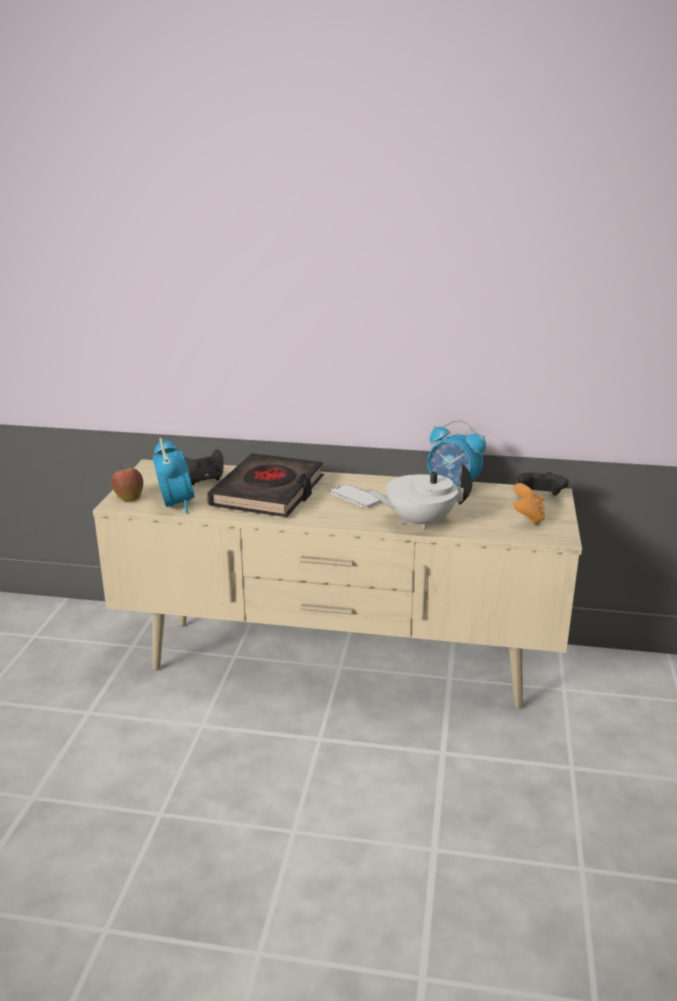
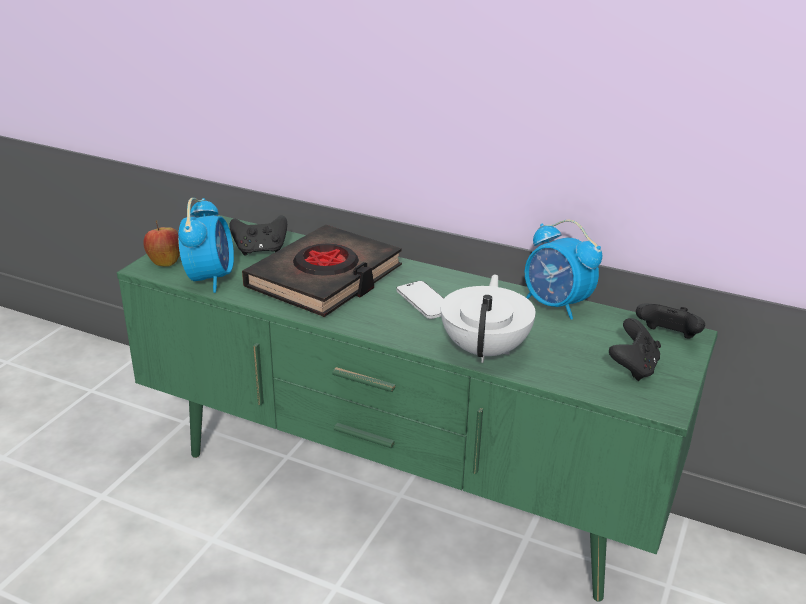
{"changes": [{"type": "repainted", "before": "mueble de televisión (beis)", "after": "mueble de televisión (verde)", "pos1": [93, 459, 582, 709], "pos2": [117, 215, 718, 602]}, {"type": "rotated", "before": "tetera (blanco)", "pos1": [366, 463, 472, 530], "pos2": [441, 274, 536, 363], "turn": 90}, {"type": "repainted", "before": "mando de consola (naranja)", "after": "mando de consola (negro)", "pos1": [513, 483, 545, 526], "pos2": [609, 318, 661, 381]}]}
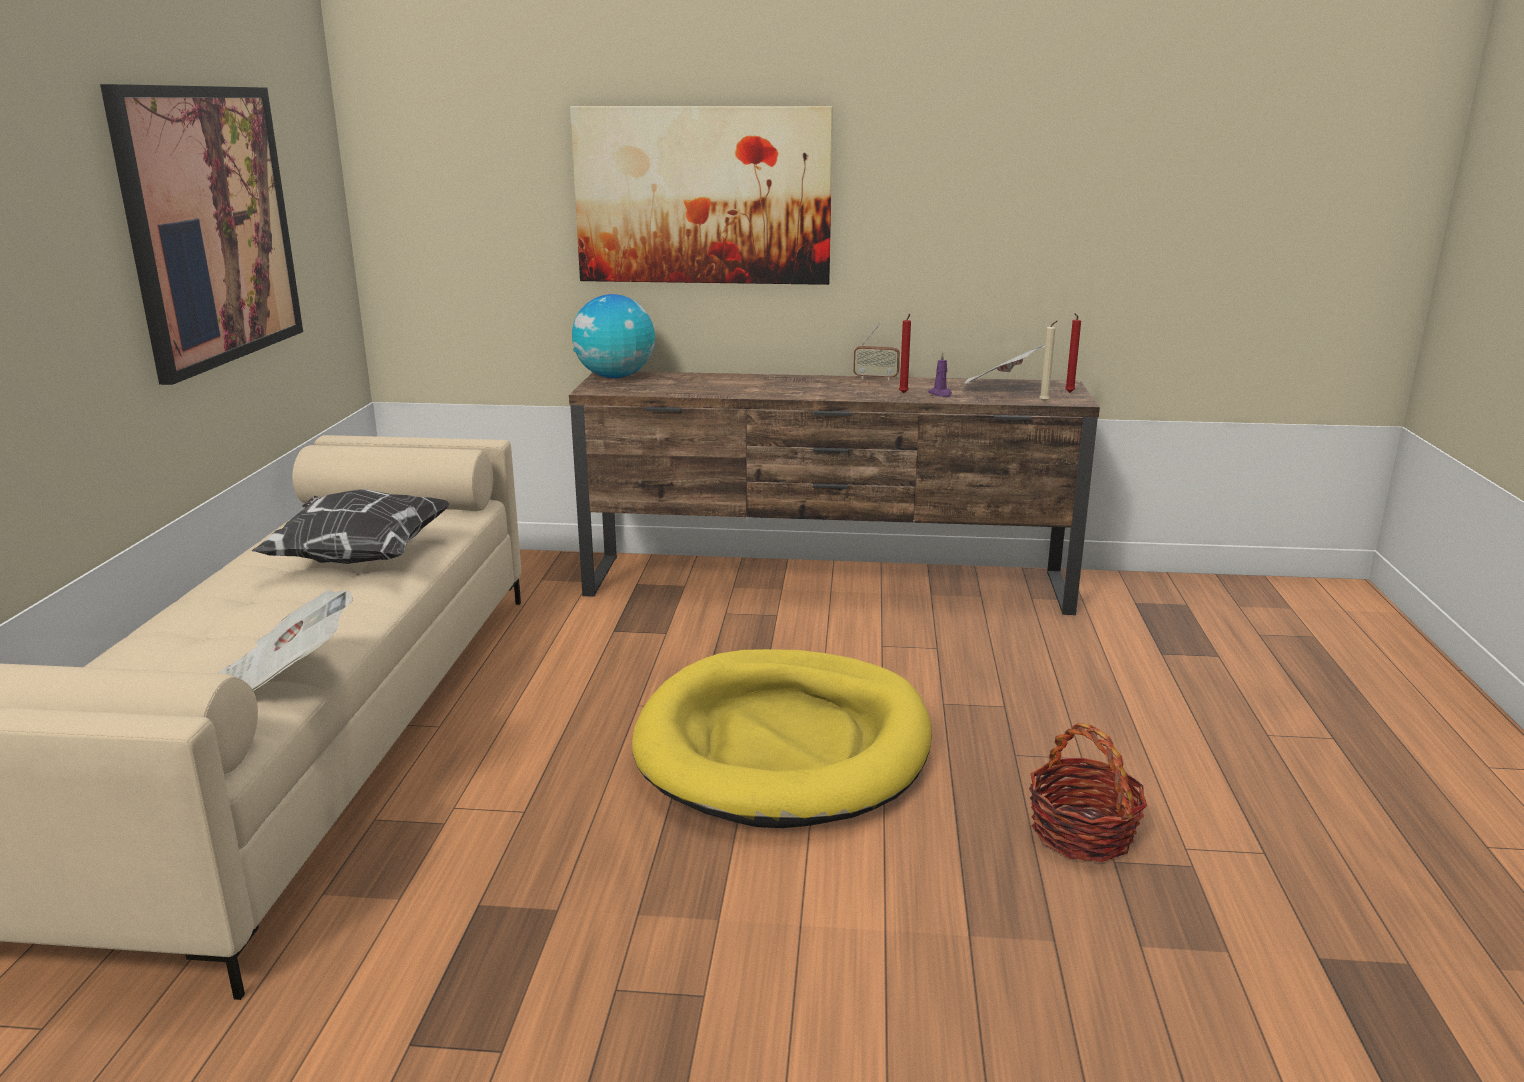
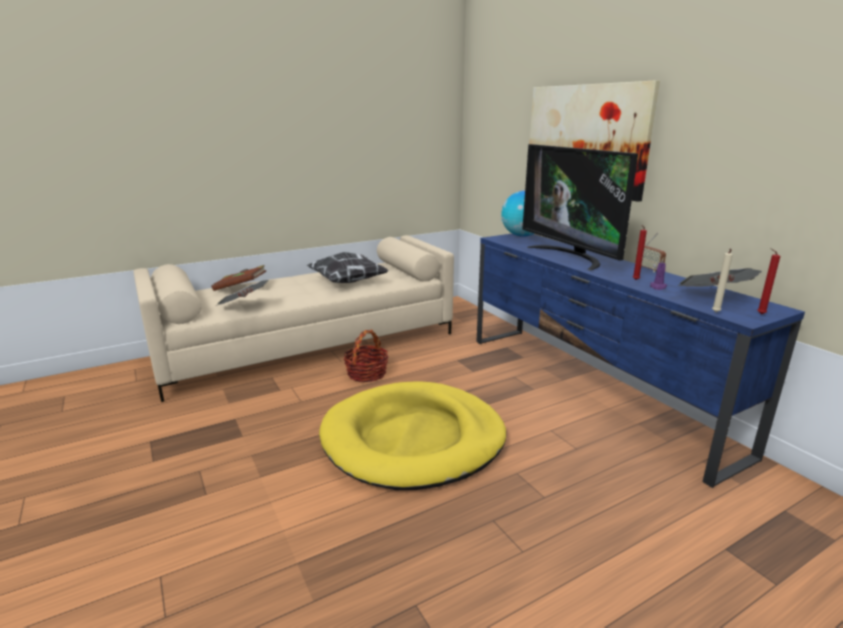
{"changes": [{"type": "gone", "before": "cuadro", "pos1": [100, 84, 303, 385]}, {"type": "repainted", "before": "mueble de televisión (marrón)", "after": "mueble de televisión (azul)", "pos1": [569, 371, 1100, 615], "pos2": [476, 234, 805, 488]}, {"type": "shifted", "before": "cesta", "pos1": [1029, 723, 1147, 862], "pos2": [344, 329, 388, 382]}, {"type": "new", "after": "libro (marrón)", "pos2": [211, 265, 267, 291]}, {"type": "new", "after": "televisor", "pos2": [522, 144, 638, 271]}]}
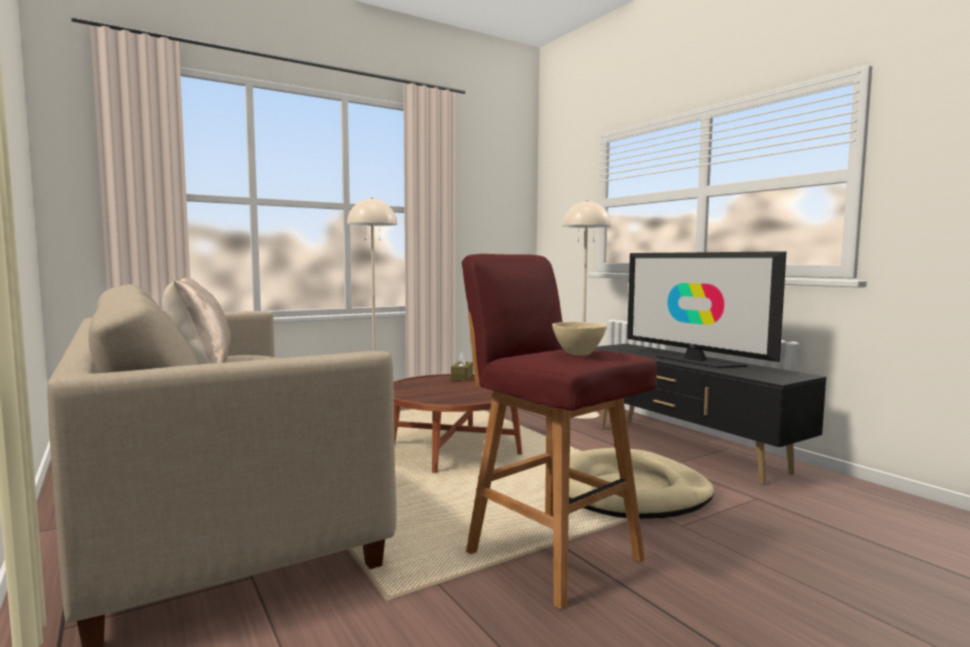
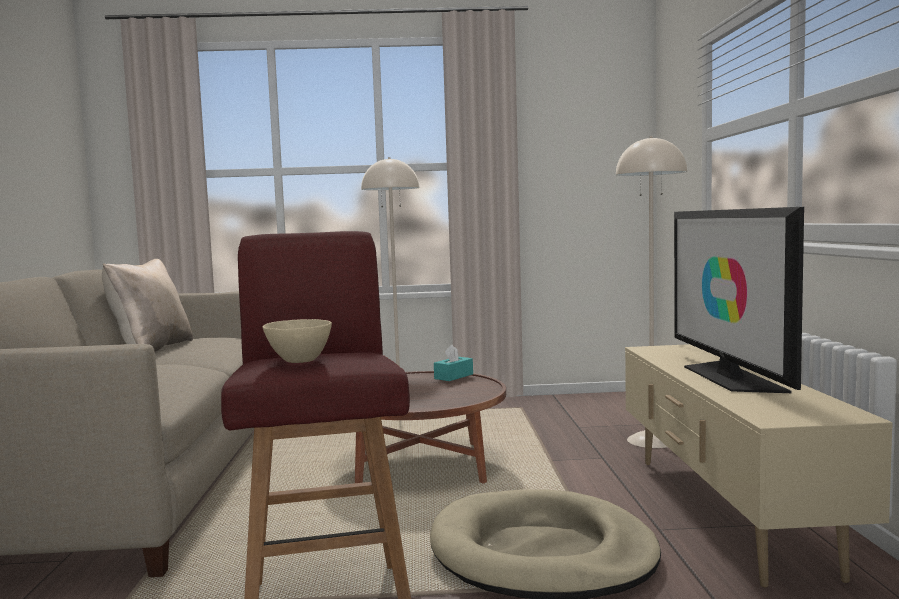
{"changes": [{"type": "repainted", "before": "caja de pañuelos (marrón)", "after": "caja de pañuelos (turquesa)", "pos1": [451, 352, 473, 381], "pos2": [434, 345, 473, 381]}, {"type": "repainted", "before": "mueble de televisión (negro)", "after": "mueble de televisión (beis)", "pos1": [594, 344, 826, 485], "pos2": [625, 344, 892, 587]}]}
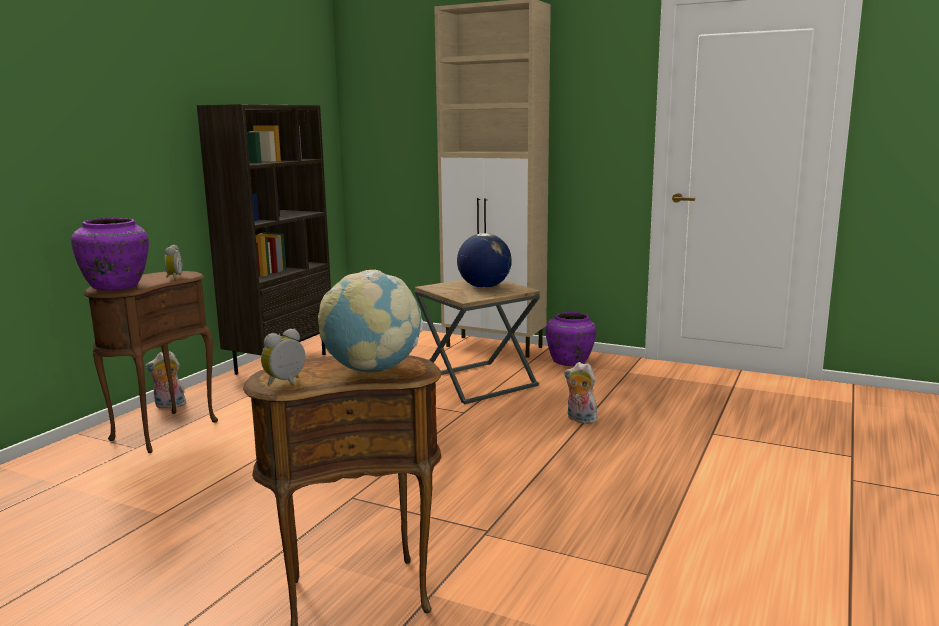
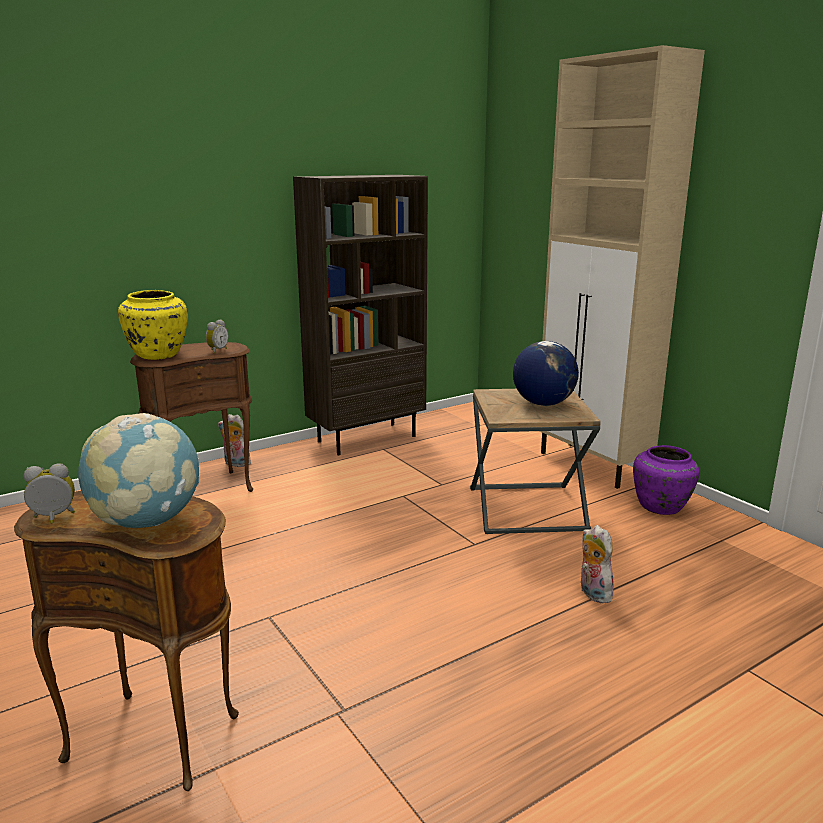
{"changes": [{"type": "repainted", "before": "florero (morado)", "after": "florero (amarillo)", "pos1": [71, 218, 149, 291], "pos2": [118, 290, 188, 360]}]}
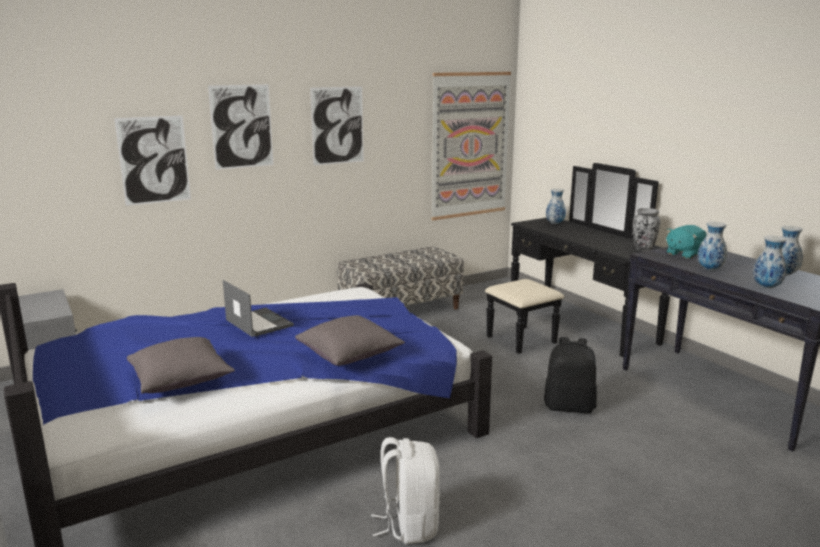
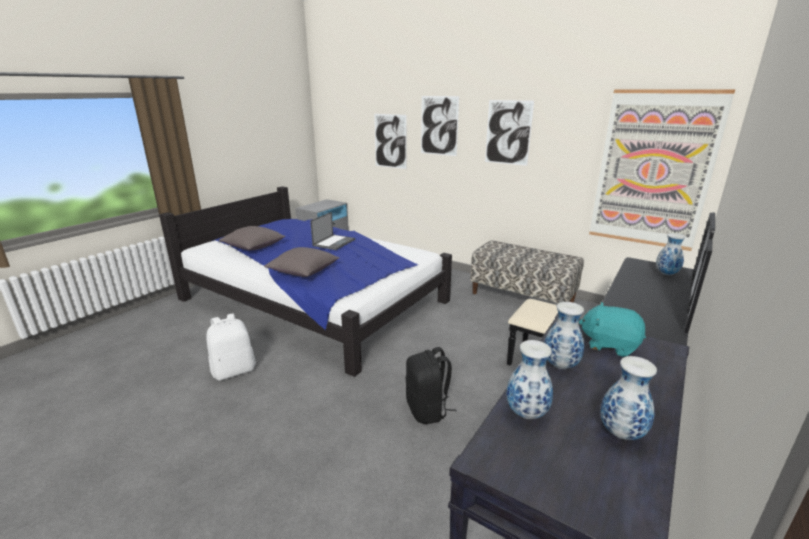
{"changes": [{"type": "gone", "before": "florero", "pos1": [633, 208, 660, 251]}]}
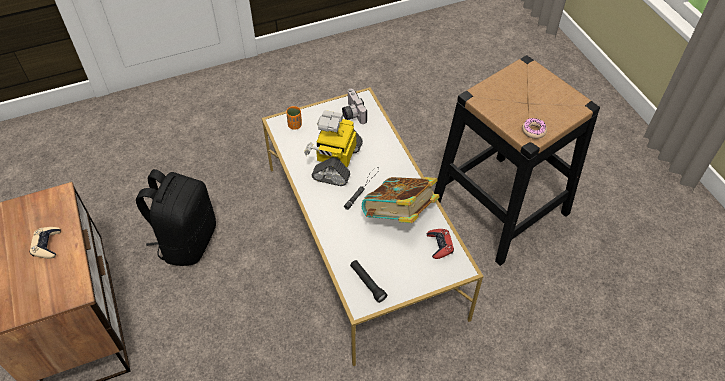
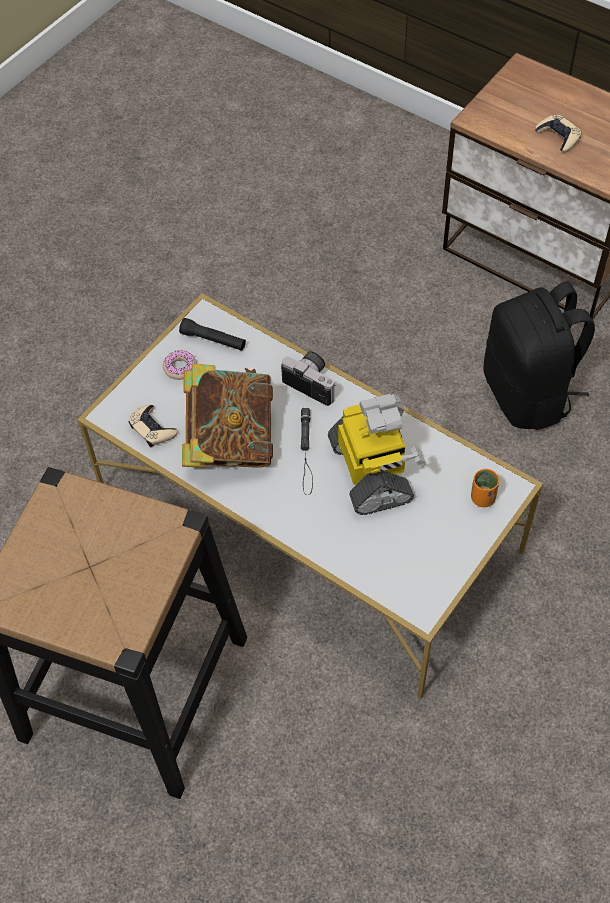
{"changes": [{"type": "shifted", "before": "cámara", "pos1": [342, 89, 367, 124], "pos2": [281, 351, 336, 406]}, {"type": "repainted", "before": "mando de consola (rojo)", "after": "mando de consola (beis)", "pos1": [427, 229, 454, 259], "pos2": [128, 404, 178, 447]}, {"type": "shifted", "before": "rosquilla", "pos1": [522, 118, 547, 139], "pos2": [163, 350, 197, 380]}]}
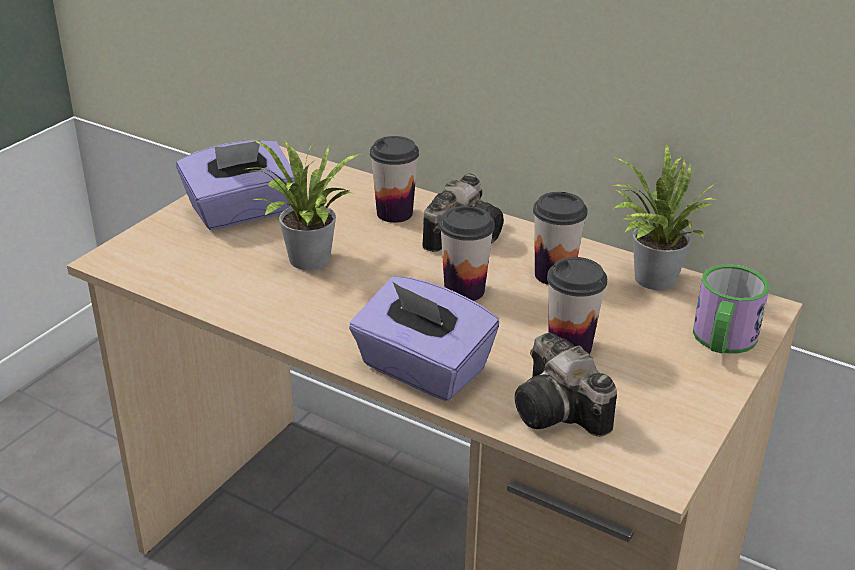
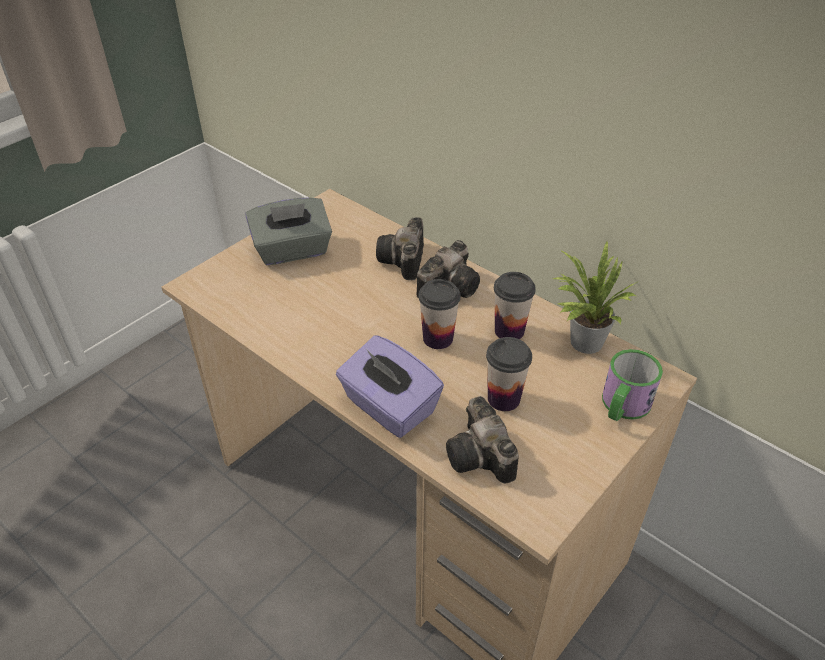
{"changes": [{"type": "repainted", "before": "caja de pañuelos (morado)", "after": "caja de pañuelos (gris)", "pos1": [177, 140, 295, 230], "pos2": [246, 197, 332, 265]}, {"type": "gone", "before": "planta en maceta", "pos1": [242, 139, 360, 270]}, {"type": "swapped", "before": "taza", "after": "cámara", "pos1": [370, 136, 419, 223], "pos2": [376, 217, 424, 280]}]}
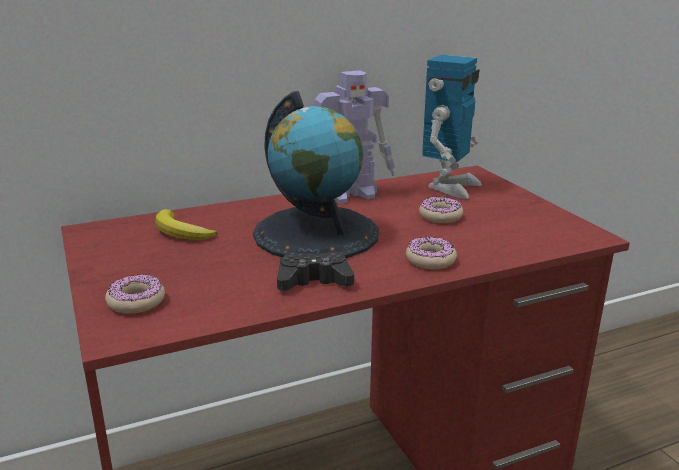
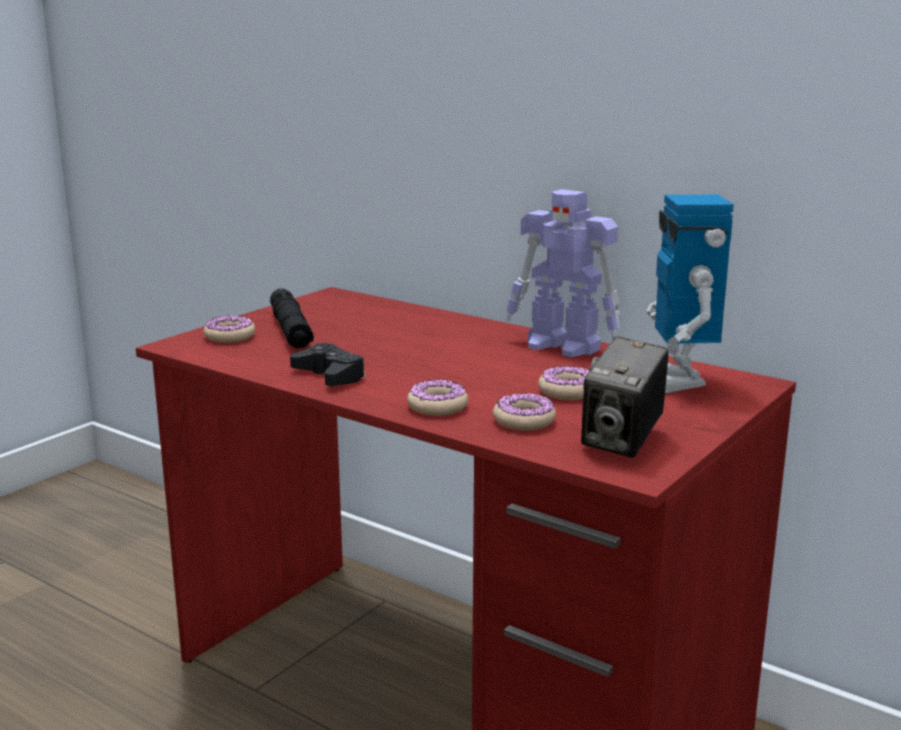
{"changes": [{"type": "gone", "before": "plátano", "pos1": [155, 209, 217, 240]}, {"type": "gone", "before": "globo terráqueo", "pos1": [253, 91, 379, 258]}, {"type": "rotated", "before": "robot de juguete", "pos1": [422, 55, 482, 199], "pos2": [646, 195, 734, 393], "turn": 90}, {"type": "new", "after": "linterna (negro)", "pos2": [270, 288, 314, 348]}, {"type": "new", "after": "rosquilla", "pos2": [493, 393, 556, 431]}, {"type": "new", "after": "cámara", "pos2": [581, 336, 668, 458]}]}
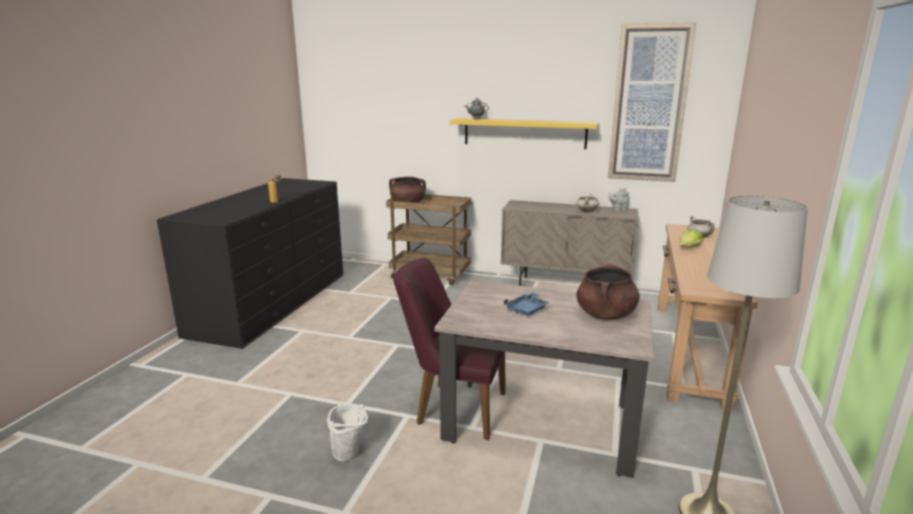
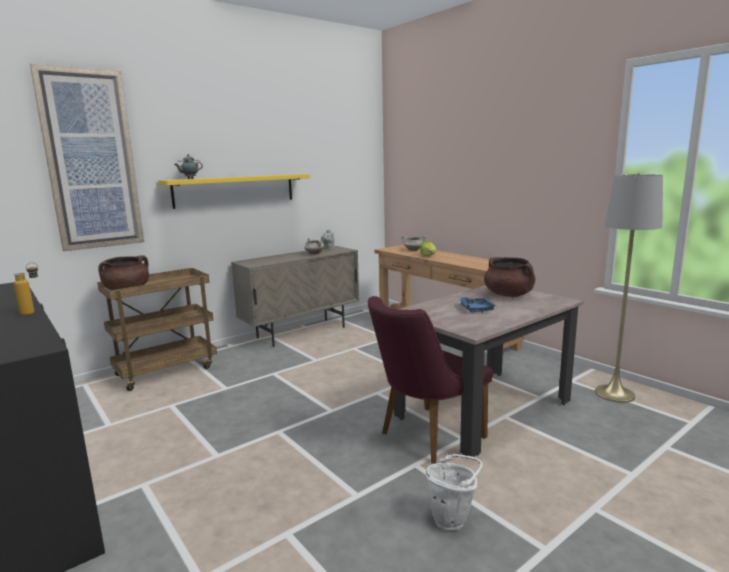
{"changes": [{"type": "shifted", "before": "cuadro", "pos1": [608, 22, 696, 182], "pos2": [30, 64, 144, 251]}]}
